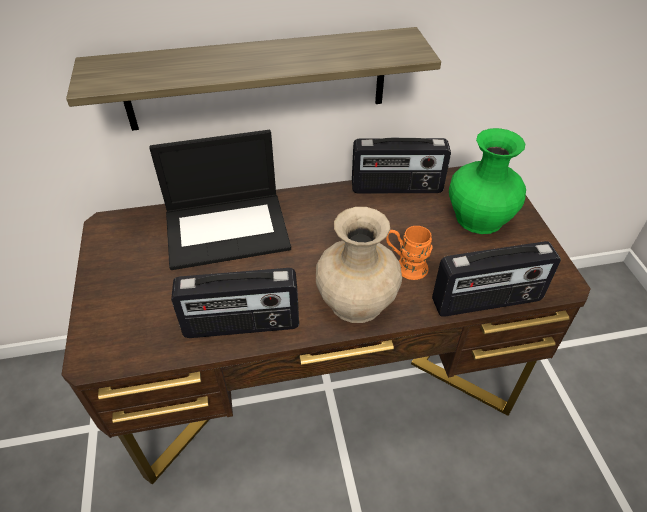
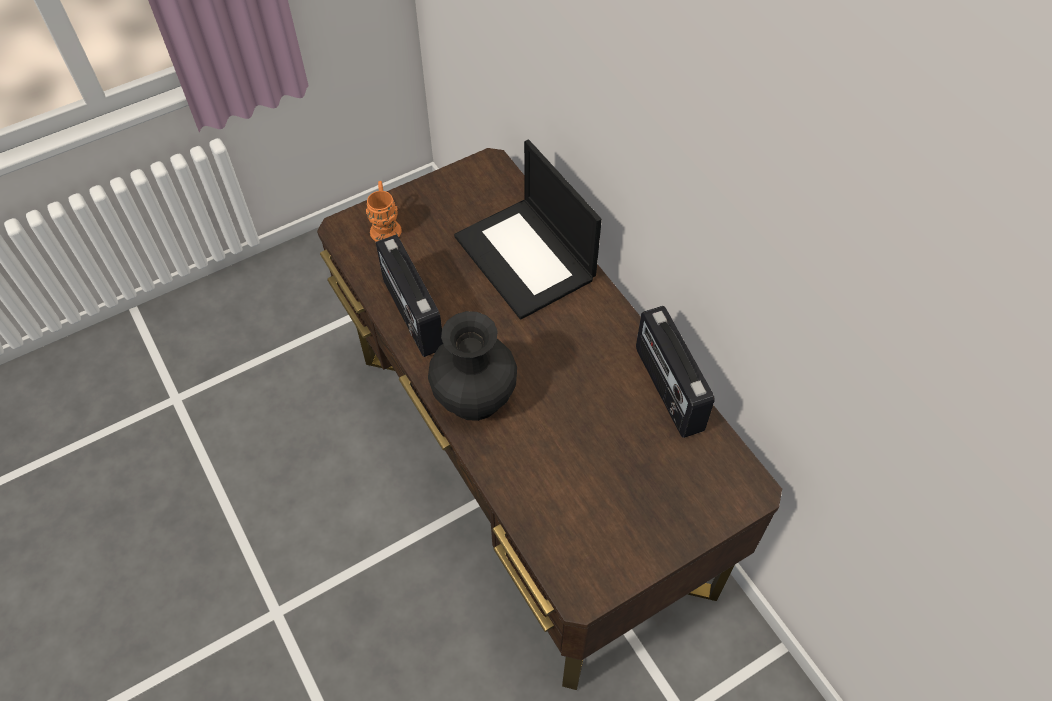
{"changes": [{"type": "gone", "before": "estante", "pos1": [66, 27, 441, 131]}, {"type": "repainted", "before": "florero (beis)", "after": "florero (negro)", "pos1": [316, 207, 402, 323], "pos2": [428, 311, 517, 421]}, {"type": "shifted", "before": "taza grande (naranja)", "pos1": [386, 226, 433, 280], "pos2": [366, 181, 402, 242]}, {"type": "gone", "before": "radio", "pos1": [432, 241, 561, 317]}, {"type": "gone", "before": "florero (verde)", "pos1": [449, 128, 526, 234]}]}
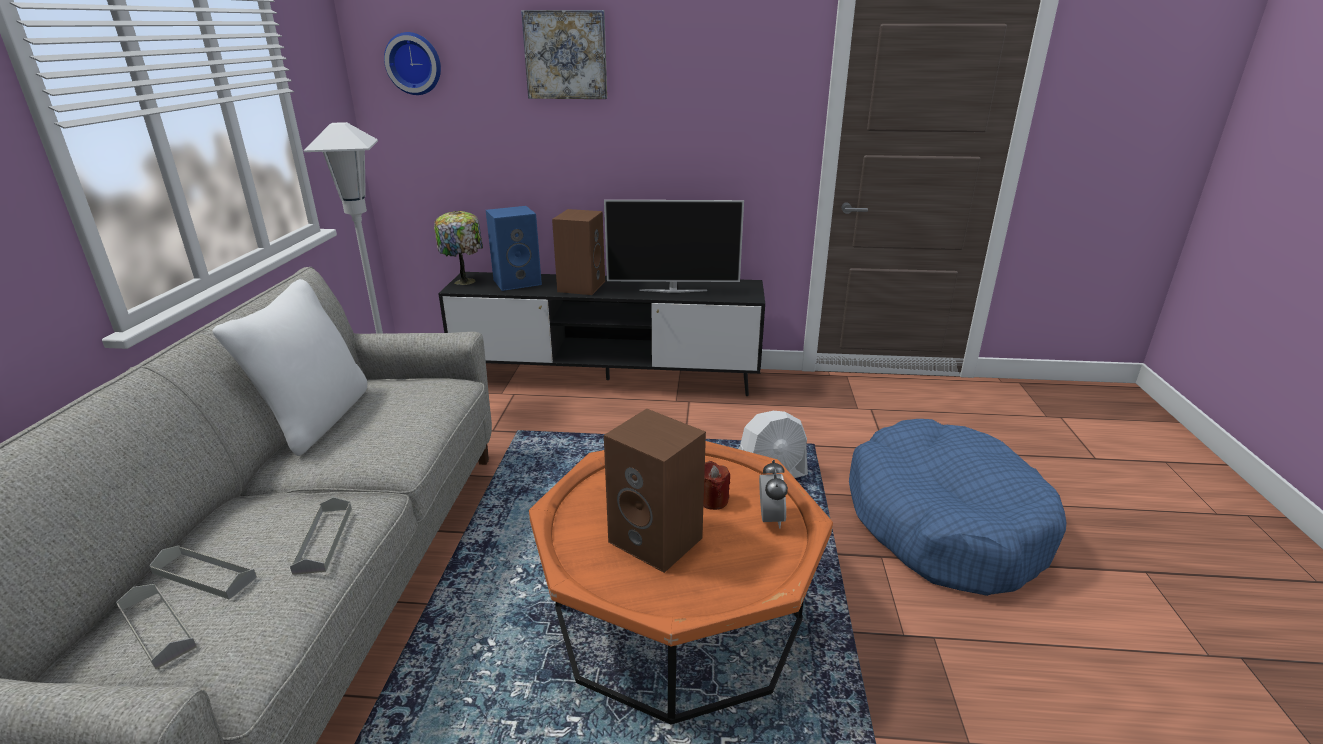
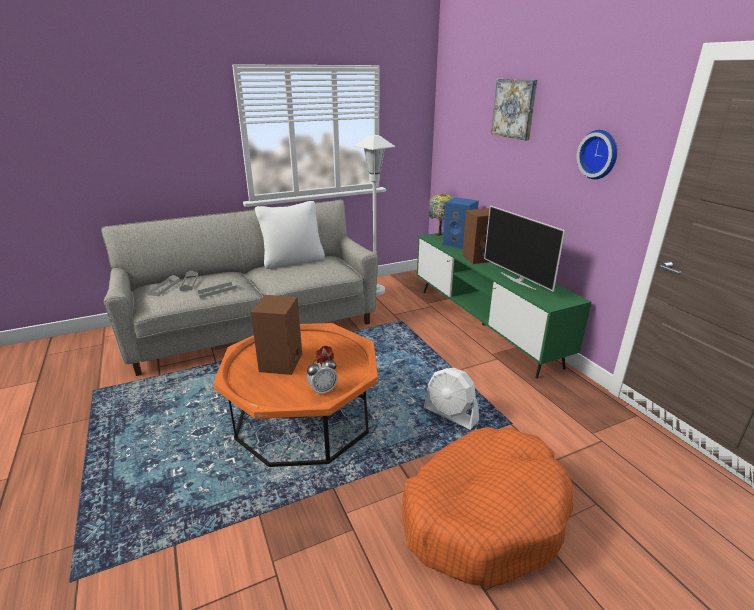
{"changes": [{"type": "shifted", "before": "reloj de pared", "pos1": [384, 32, 441, 95], "pos2": [576, 130, 617, 179]}, {"type": "repainted", "before": "mueble de televisión (negro)", "after": "mueble de televisión (verde)", "pos1": [438, 272, 765, 396], "pos2": [417, 232, 591, 378]}, {"type": "repainted", "before": "cama para perro (azul)", "after": "cama para perro (naranja)", "pos1": [849, 419, 1067, 596], "pos2": [402, 427, 574, 587]}]}
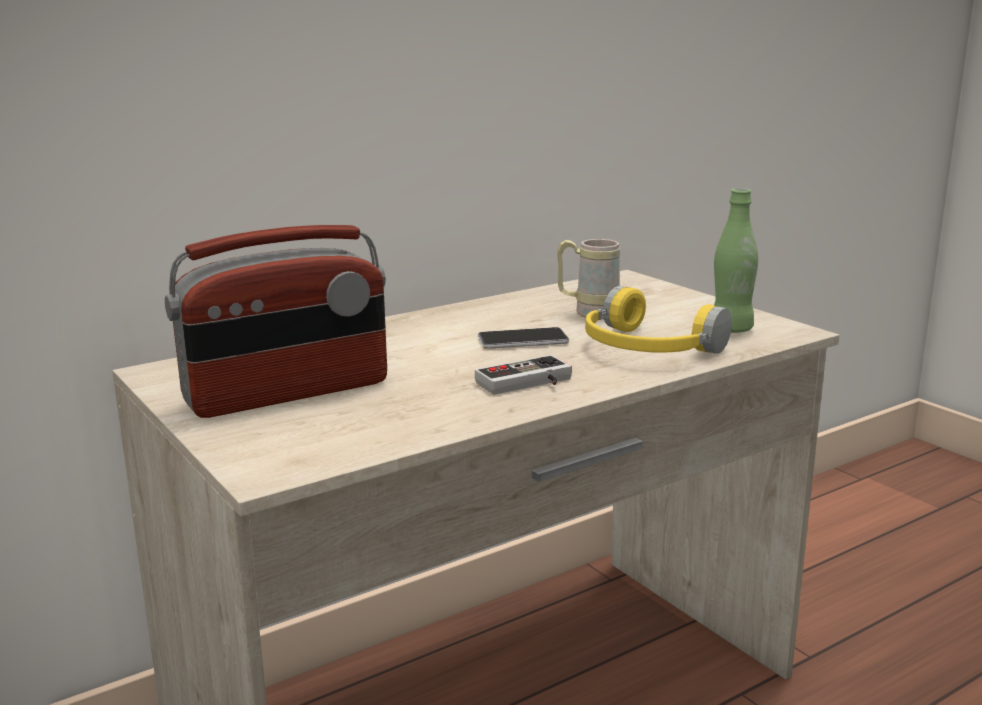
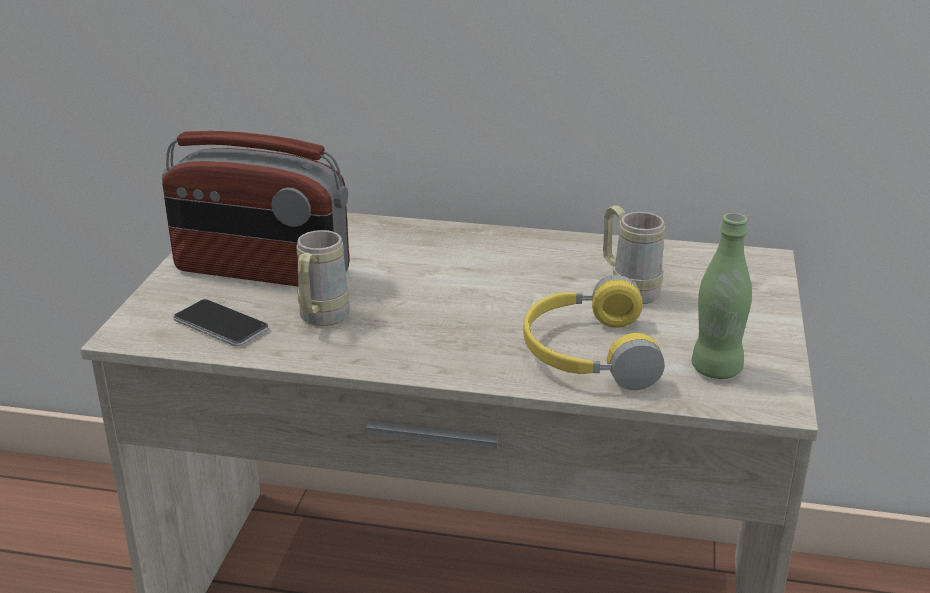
{"changes": [{"type": "gone", "before": "mando de consola", "pos1": [475, 355, 572, 395]}, {"type": "shifted", "before": "móvil", "pos1": [478, 327, 569, 349], "pos2": [173, 299, 269, 346]}, {"type": "new", "after": "taza grande (beis)", "pos2": [297, 230, 350, 326]}]}
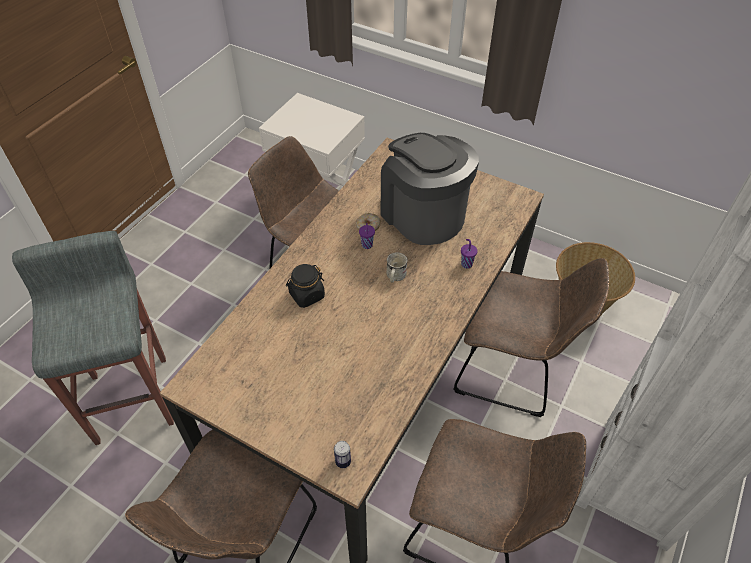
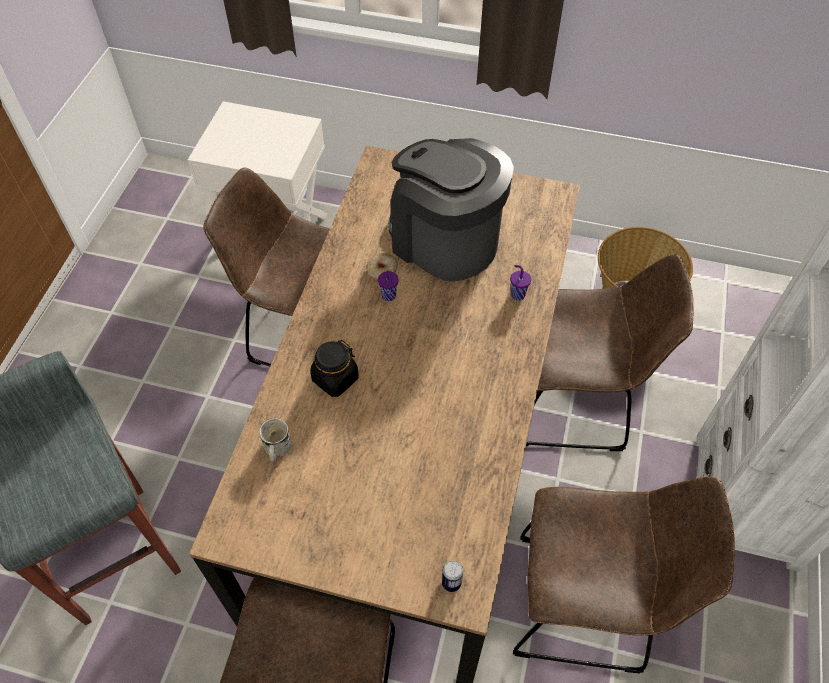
{"changes": [{"type": "shifted", "before": "taza grande (blanco)", "pos1": [386, 252, 408, 282], "pos2": [259, 418, 292, 462]}]}
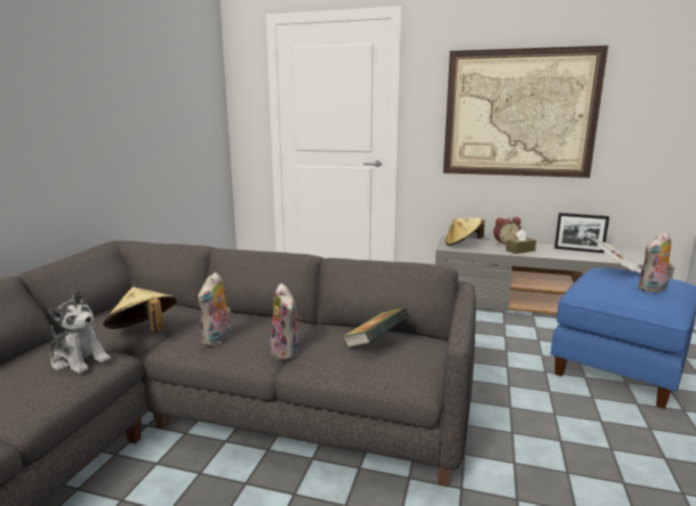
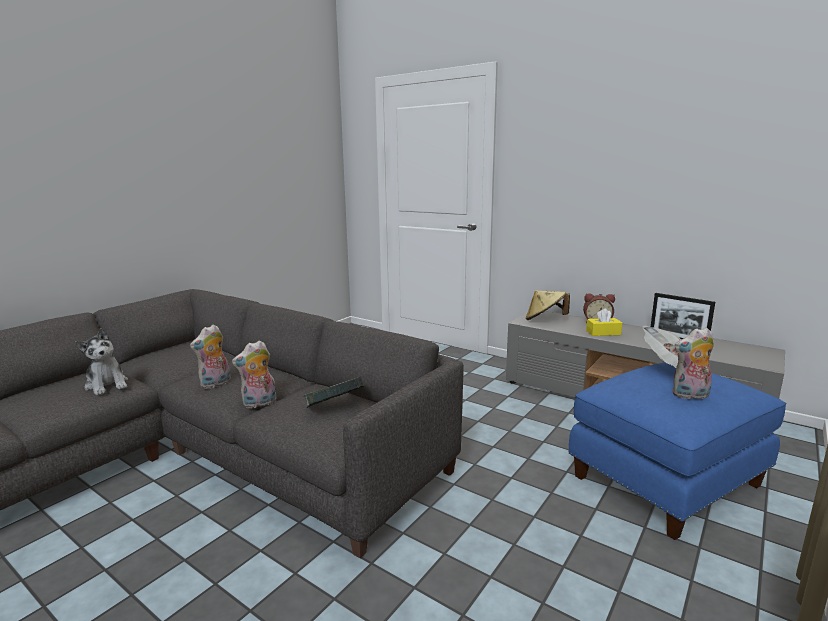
{"changes": [{"type": "gone", "before": "sombrero (beis)", "pos1": [103, 287, 177, 332]}, {"type": "rotated", "before": "peluche", "pos1": [270, 283, 302, 360], "pos2": [232, 340, 276, 409], "turn": 60}, {"type": "gone", "before": "cuadro", "pos1": [443, 45, 608, 178]}, {"type": "repainted", "before": "caja de pañuelos (marrón)", "after": "caja de pañuelos (amarillo)", "pos1": [506, 229, 536, 254], "pos2": [586, 308, 622, 336]}]}
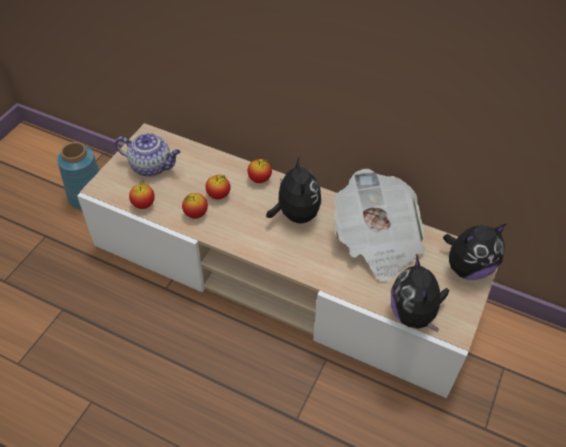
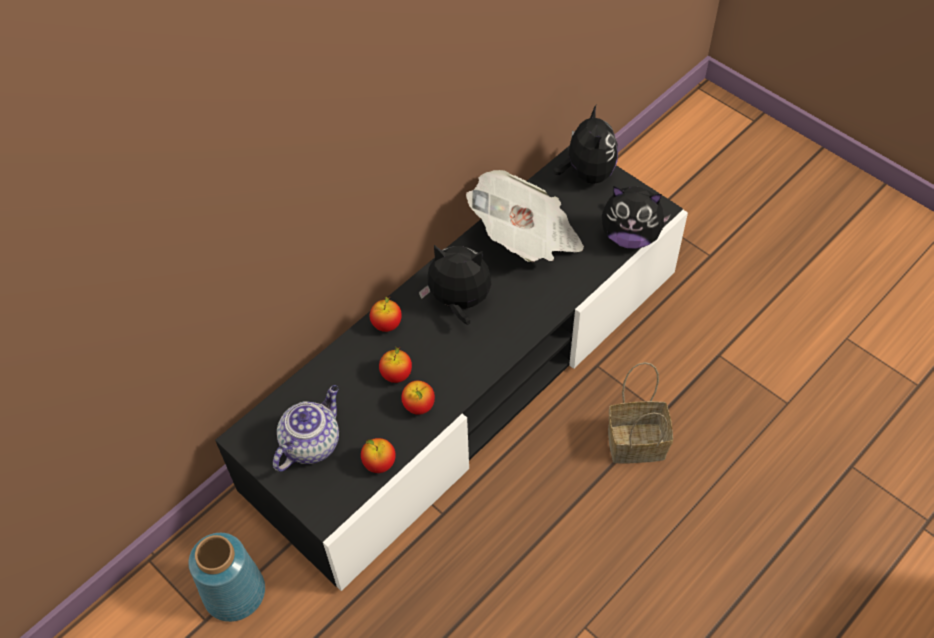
{"changes": [{"type": "repainted", "before": "mueble de televisión (beis)", "after": "mueble de televisión (negro)", "pos1": [77, 123, 498, 398], "pos2": [215, 145, 688, 591]}, {"type": "new", "after": "cesta", "pos2": [608, 362, 673, 464]}]}
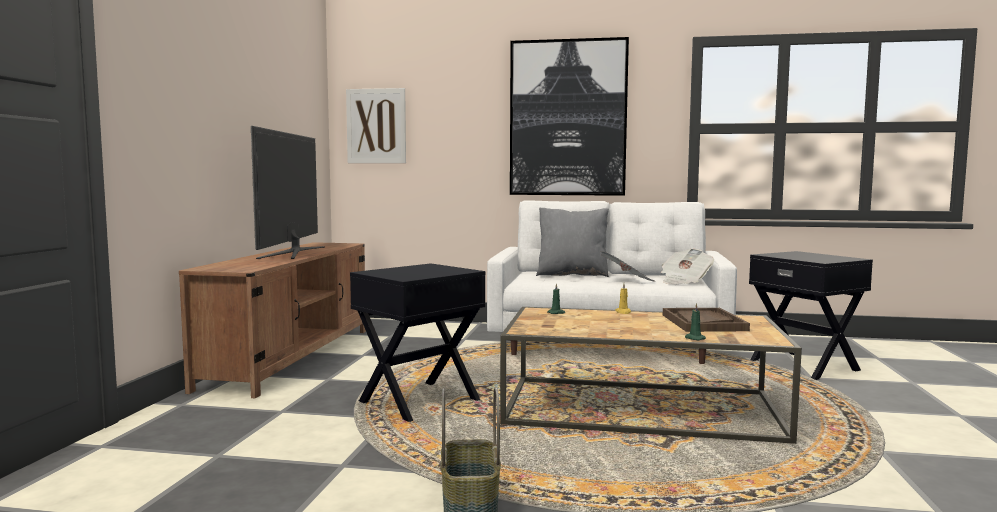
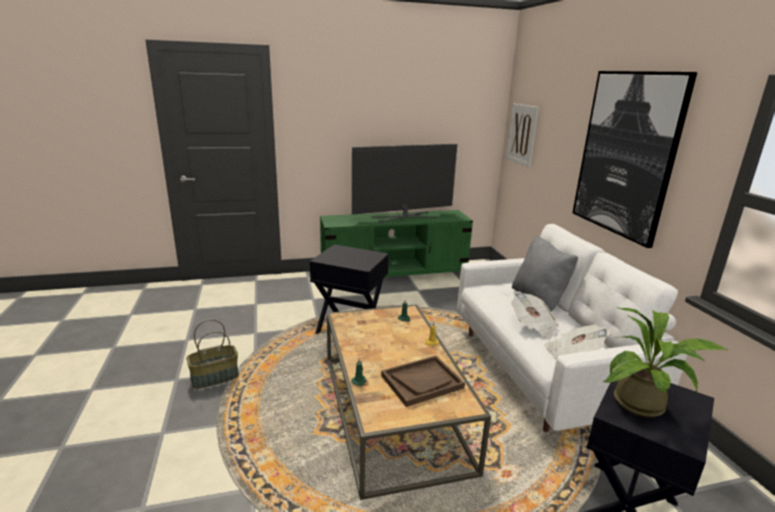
{"changes": [{"type": "repainted", "before": "mueble de televisión (marrón)", "after": "mueble de televisión (verde)", "pos1": [179, 242, 366, 398], "pos2": [320, 210, 473, 288]}, {"type": "new", "after": "planta en maceta", "pos2": [603, 307, 729, 418]}]}
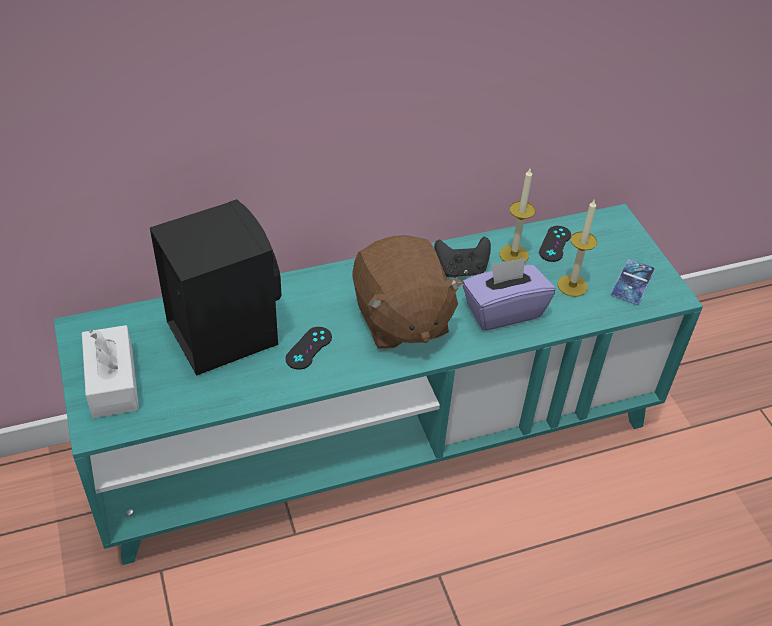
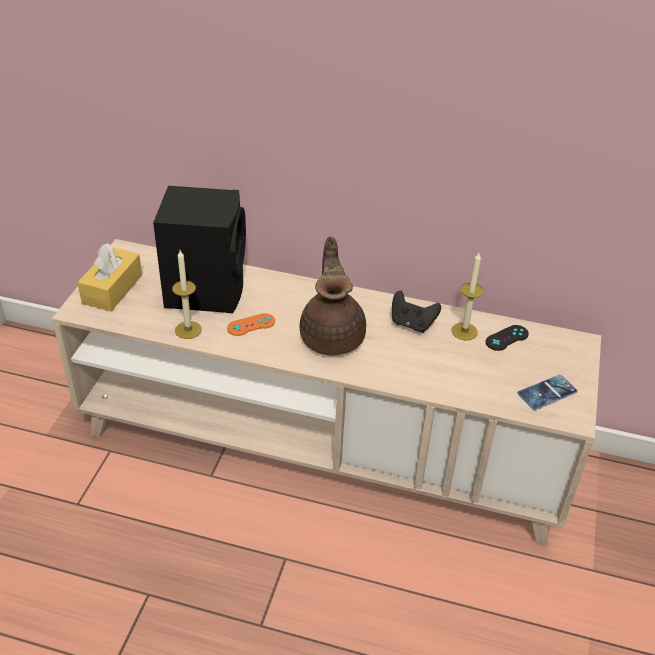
{"changes": [{"type": "repainted", "before": "mueble de televisión (turquesa)", "after": "mueble de televisión (beis)", "pos1": [53, 204, 703, 565], "pos2": [52, 239, 601, 547]}, {"type": "repainted", "before": "caja de pañuelos (blanco)", "after": "caja de pañuelos (amarillo)", "pos1": [82, 325, 139, 418], "pos2": [77, 243, 142, 311]}, {"type": "repainted", "before": "mando de consola (negro)", "after": "mando de consola (naranja)", "pos1": [285, 327, 332, 370], "pos2": [227, 313, 275, 336]}, {"type": "swapped", "before": "peluche (marrón)", "after": "tetera (marrón)", "pos1": [352, 235, 465, 350], "pos2": [300, 236, 366, 355]}, {"type": "gone", "before": "caja de pañuelos (morado)", "pos1": [462, 258, 555, 331]}, {"type": "shifted", "before": "vela", "pos1": [558, 199, 597, 297], "pos2": [172, 250, 202, 339]}]}
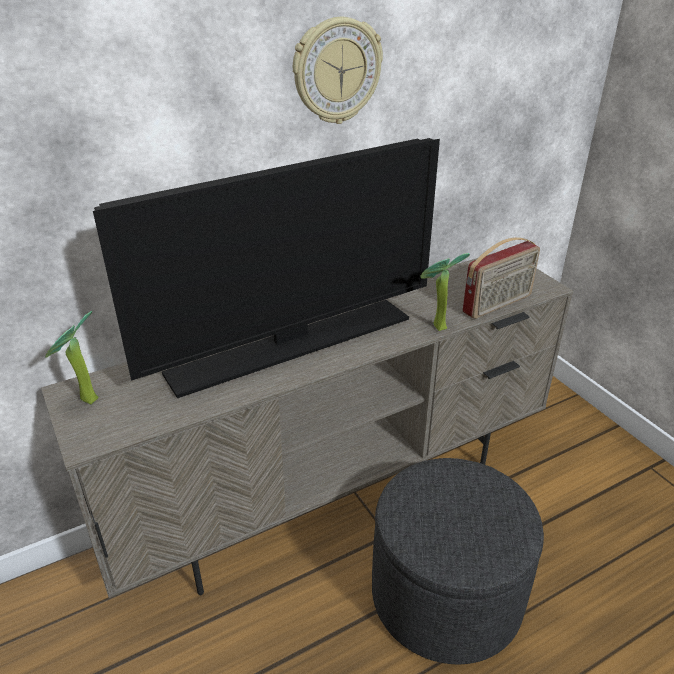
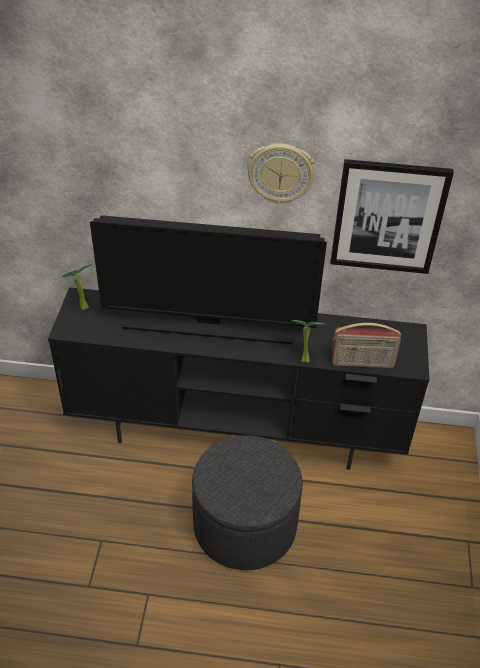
{"changes": [{"type": "repainted", "before": "mueble de televisión (beis)", "after": "mueble de televisión (negro)", "pos1": [41, 253, 573, 598], "pos2": [48, 287, 430, 470]}, {"type": "new", "after": "cuadro", "pos2": [330, 159, 454, 274]}]}
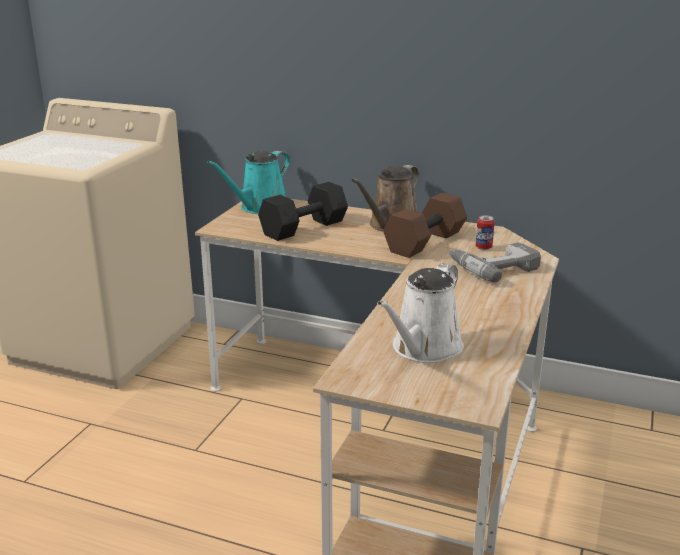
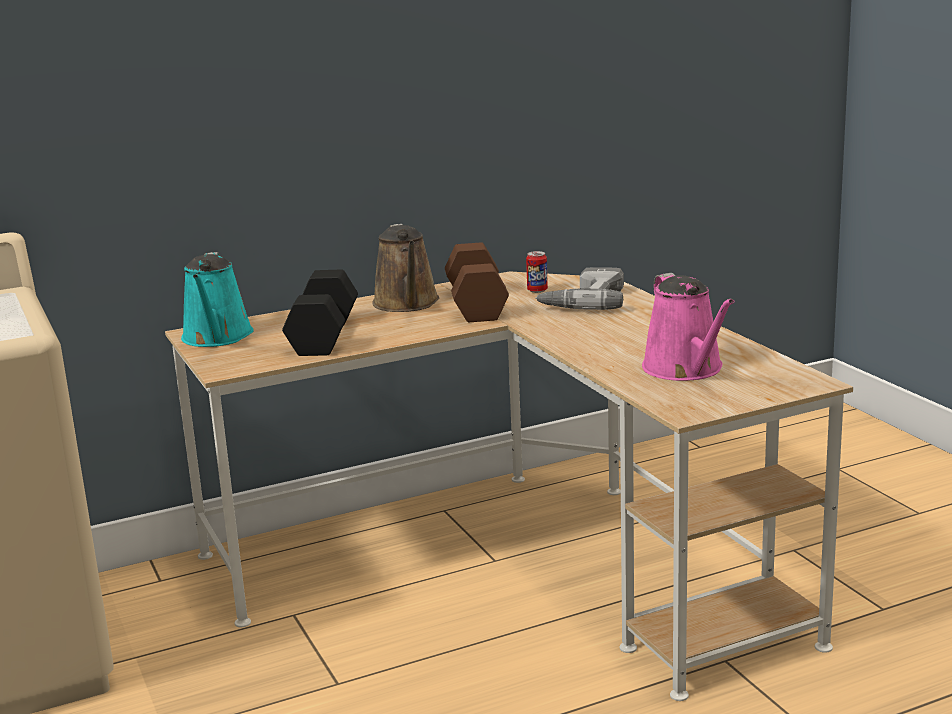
{"changes": [{"type": "repainted", "before": "regadera (blanco)", "after": "regadera (rosa)", "pos1": [377, 263, 464, 363], "pos2": [642, 273, 735, 381]}]}
